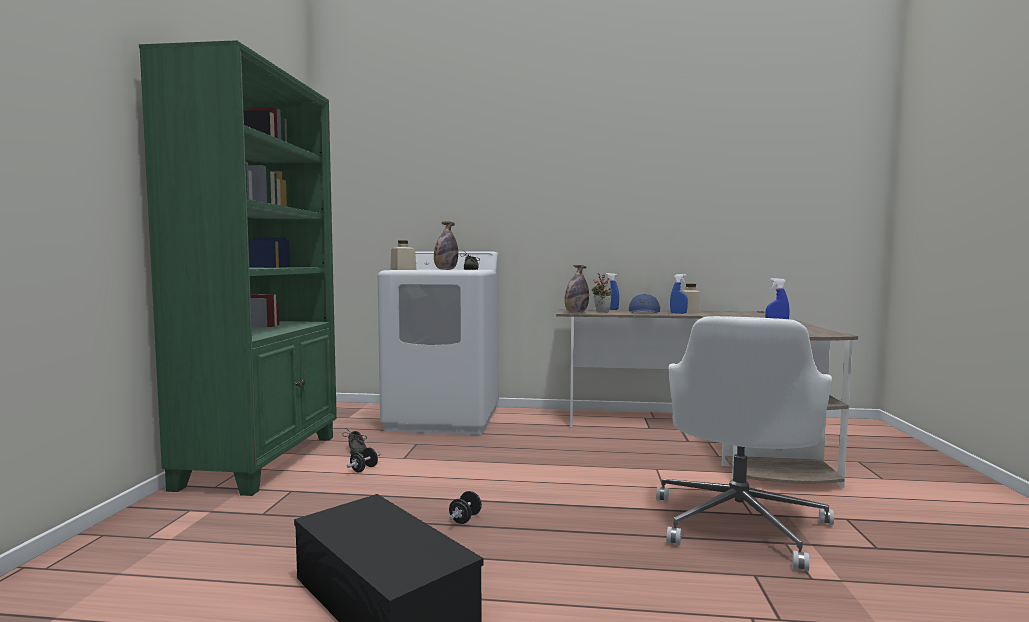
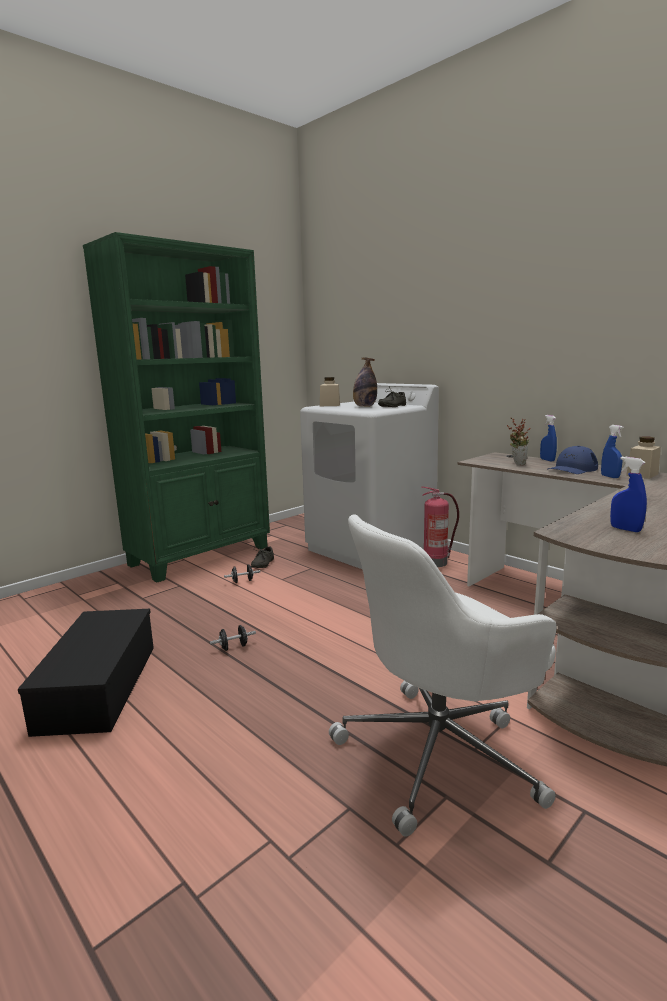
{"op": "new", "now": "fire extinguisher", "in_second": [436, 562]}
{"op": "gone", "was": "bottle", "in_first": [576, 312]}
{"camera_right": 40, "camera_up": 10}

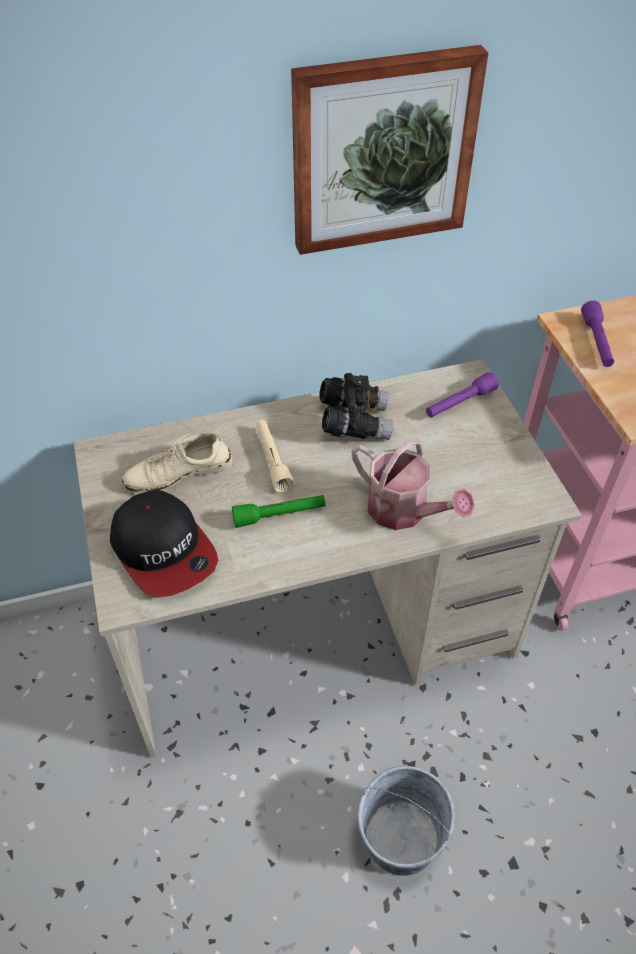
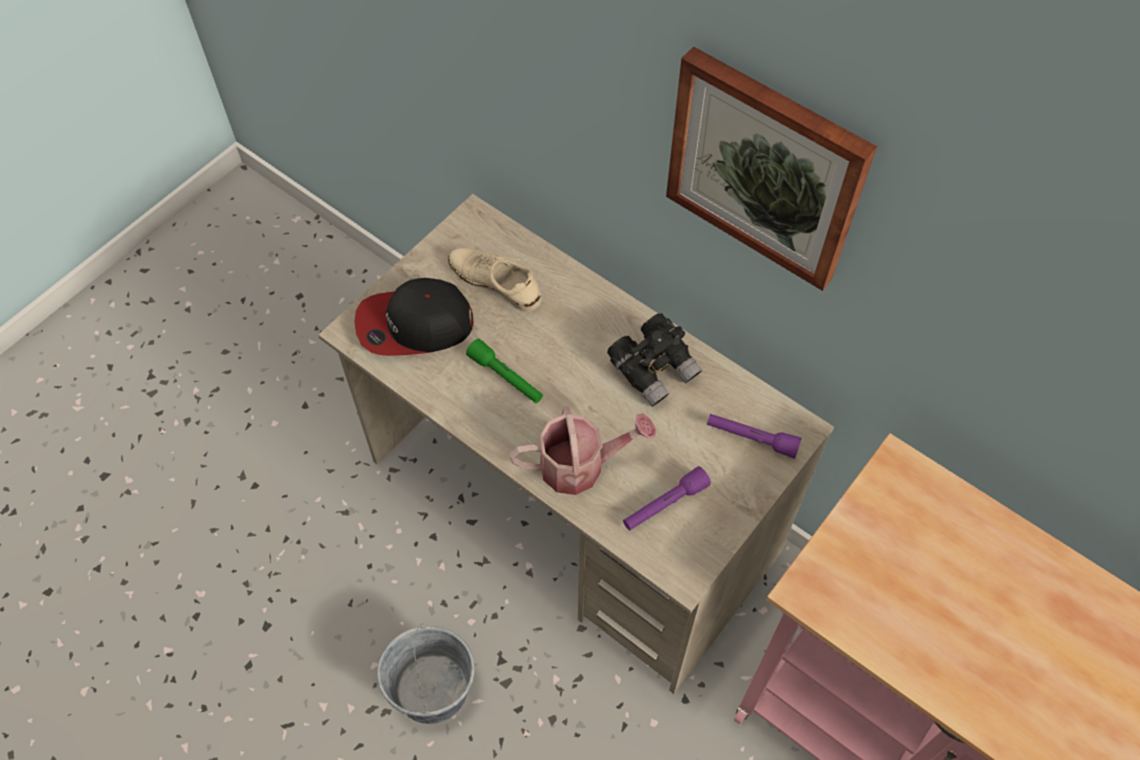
{"op": "rotated", "was": "cap", "in_first": [164, 550], "in_second": [414, 324], "clockwise": 60}
{"op": "rotated", "was": "watering can", "in_first": [404, 511], "in_second": [581, 465], "clockwise": -105}
{"op": "shifted", "was": "flashlight (purple)", "in_first": [596, 342], "in_second": [664, 505]}
{"op": "gone", "was": "flashlight (beige)", "in_first": [272, 460]}
{"camera_right": 55, "camera_up": 10}

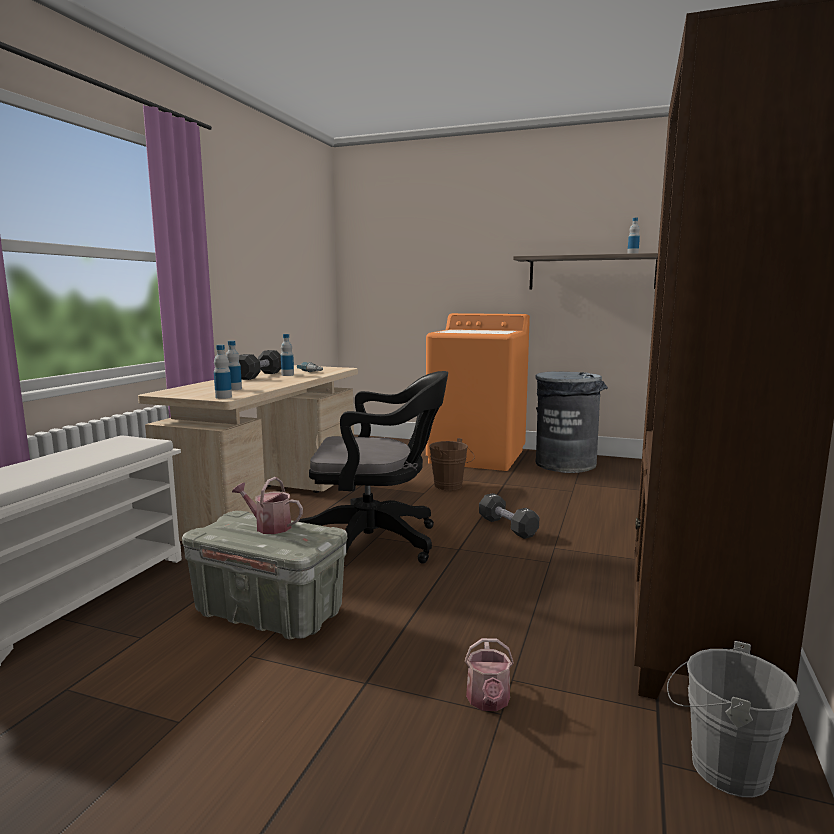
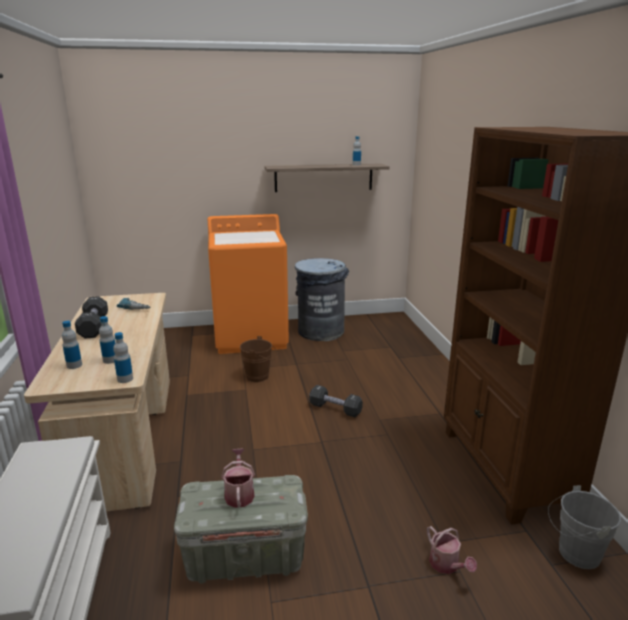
{"op": "shifted", "was": "bottle", "in_first": [287, 375], "in_second": [74, 365]}
{"op": "rotated", "was": "watering can", "in_first": [269, 526], "in_second": [239, 493], "clockwise": 90}
{"op": "gone", "was": "office chair (black)", "in_first": [377, 542]}
{"camera_right": -30, "camera_up": 10}

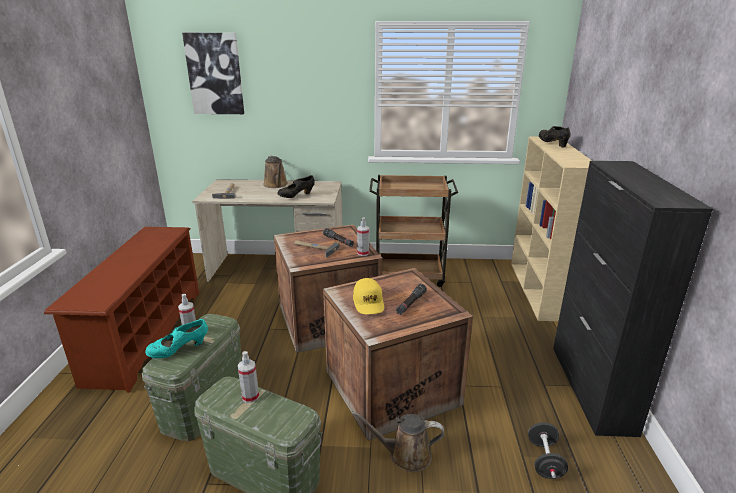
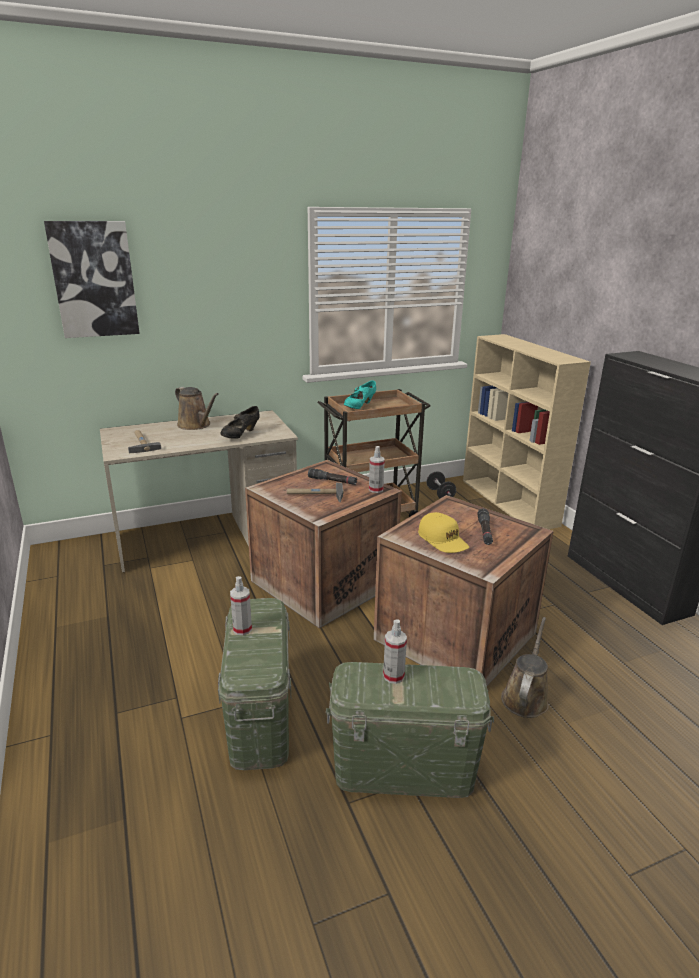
{"op": "shifted", "was": "shoe (turquoise)", "in_first": [179, 350], "in_second": [359, 406]}
{"op": "shifted", "was": "dumbbell (black)", "in_first": [544, 460], "in_second": [440, 494]}
{"op": "rotated", "was": "watering can (brown)", "in_first": [405, 455], "in_second": [525, 697], "clockwise": 135}
{"op": "gone", "was": "shoe rack (brown)", "in_first": [145, 334]}
{"op": "gone", "was": "shoe (black)", "in_first": [553, 144]}
{"camera_right": -25, "camera_up": 0}

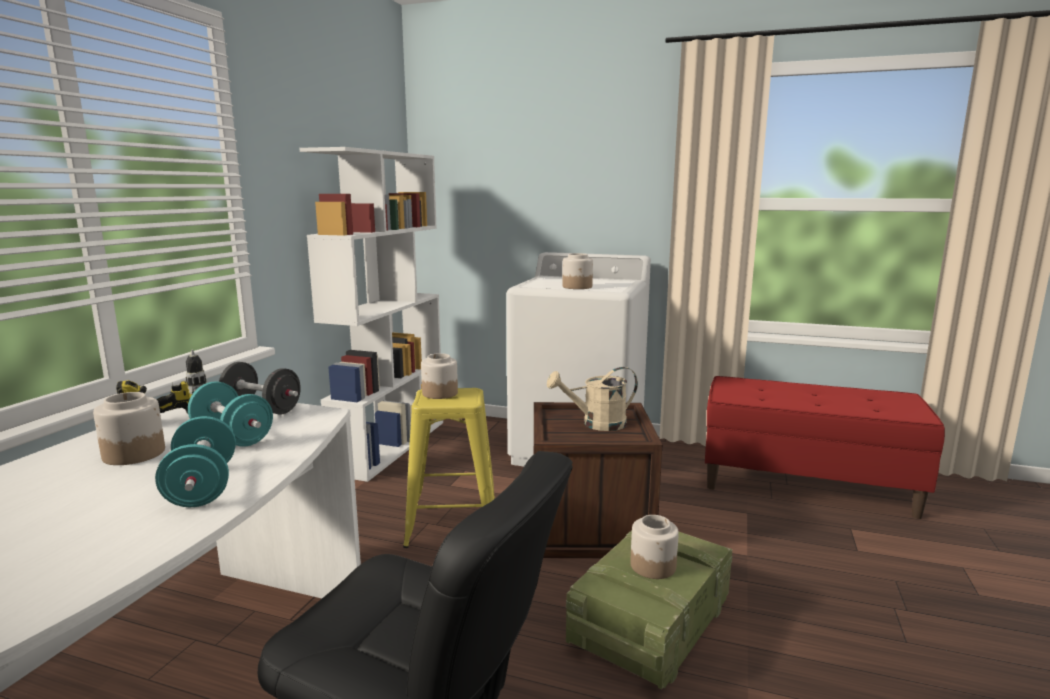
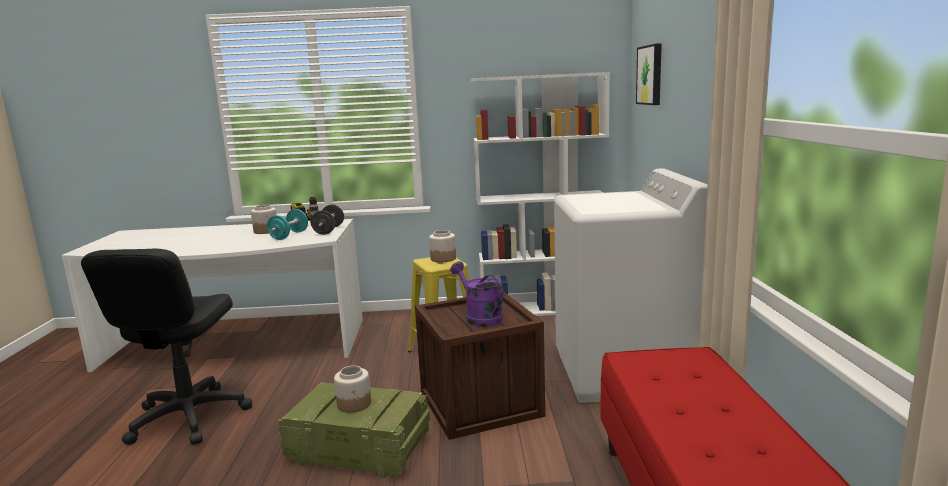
{"op": "repainted", "was": "watering can (beige)", "now": "watering can (purple)", "in_first": [596, 424], "in_second": [479, 317]}
{"op": "new", "now": "picture", "in_second": [651, 75]}
{"op": "gone", "was": "dumbbell (turquoise)", "in_first": [202, 487]}
{"op": "gone", "was": "jar", "in_first": [577, 287]}
{"camera_right": 70, "camera_up": 0}

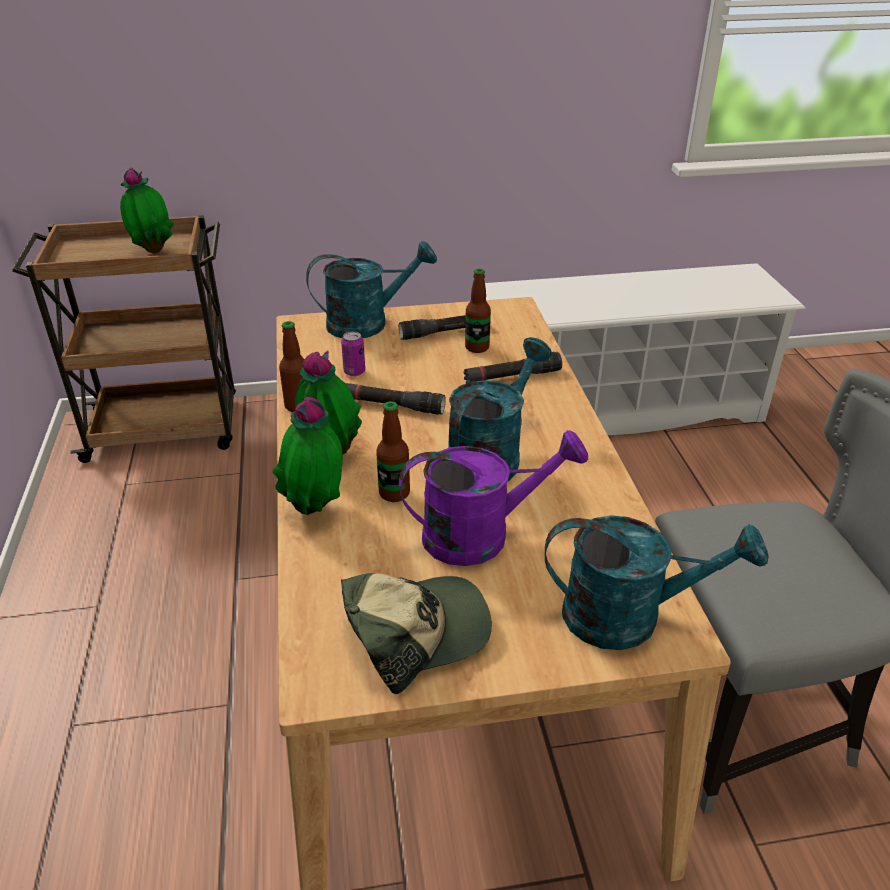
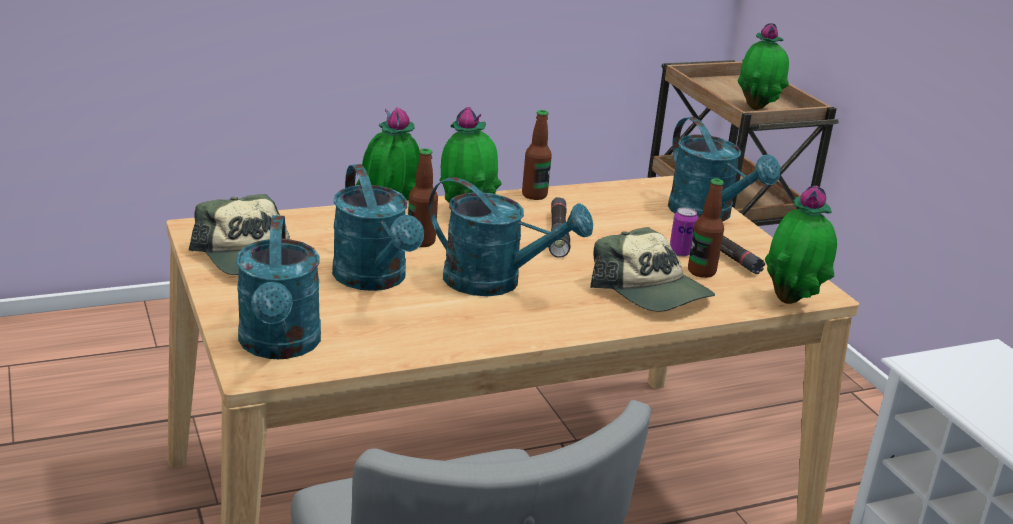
{"op": "repainted", "was": "watering can (purple)", "now": "watering can (turquoise)", "in_first": [481, 534], "in_second": [375, 280]}
{"op": "swapped", "was": "flashlight (black)", "now": "cap", "in_first": [512, 376], "in_second": [652, 292]}
{"op": "shifted", "was": "can", "in_first": [354, 371], "in_second": [680, 252]}
{"op": "new", "now": "potted plant", "in_second": [792, 301]}
{"camera_right": 75, "camera_up": -10}

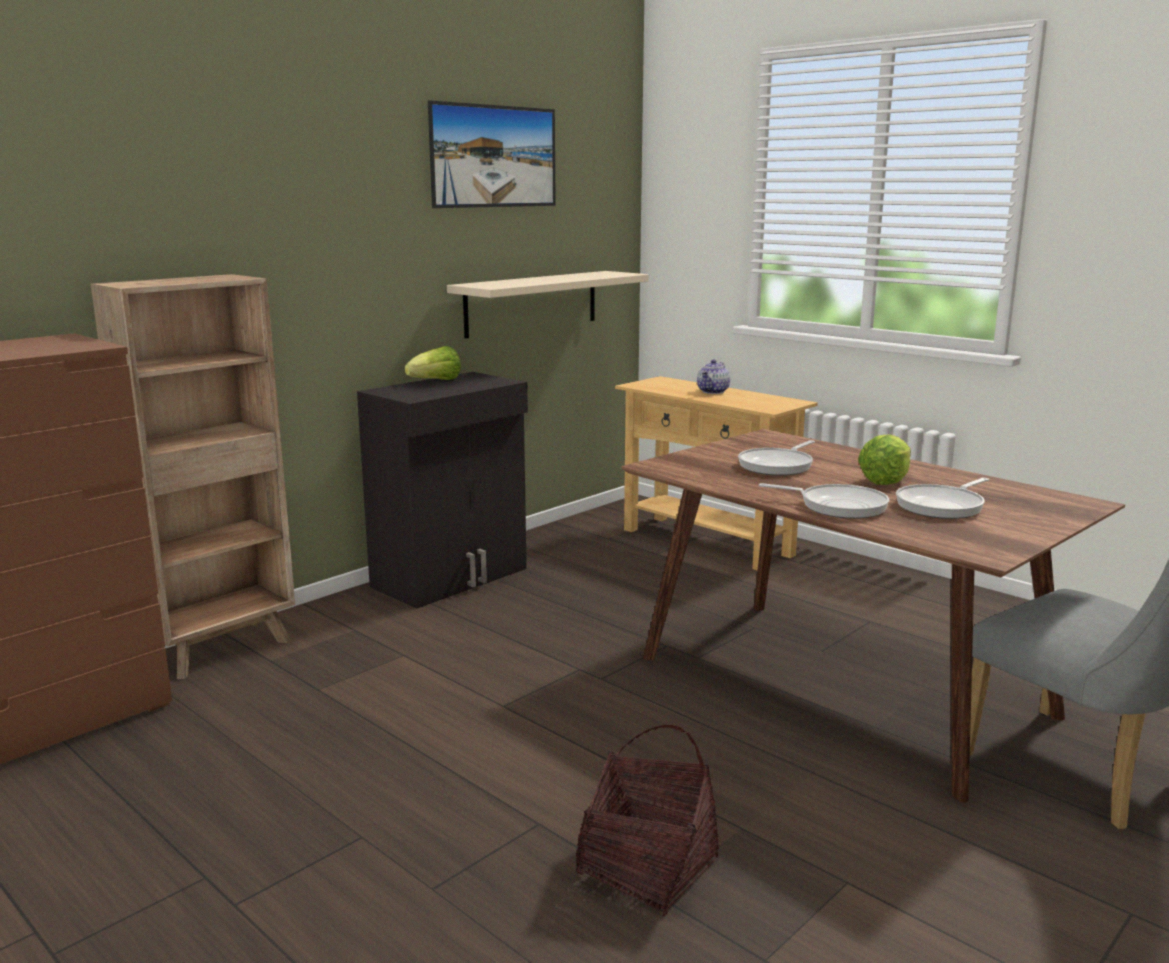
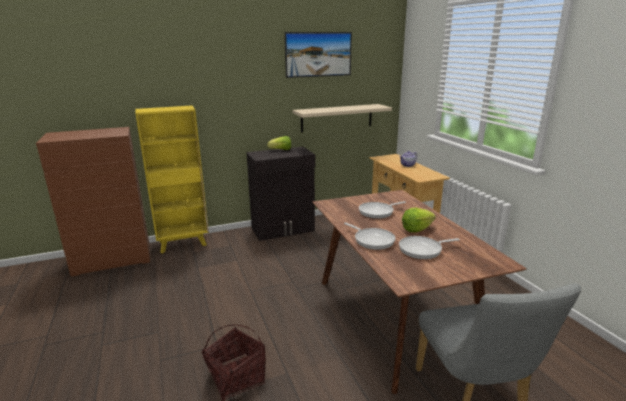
{"op": "repainted", "was": "bookcase (brown)", "now": "bookcase (yellow)", "in_first": [223, 648], "in_second": [184, 243]}
{"camera_right": 25, "camera_up": 5}

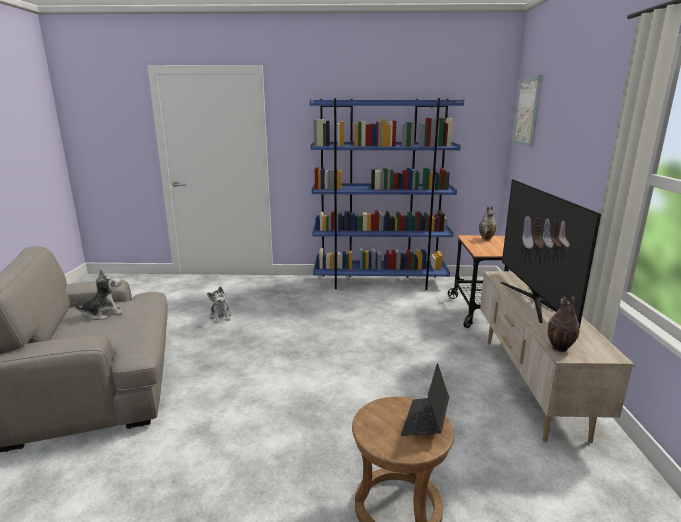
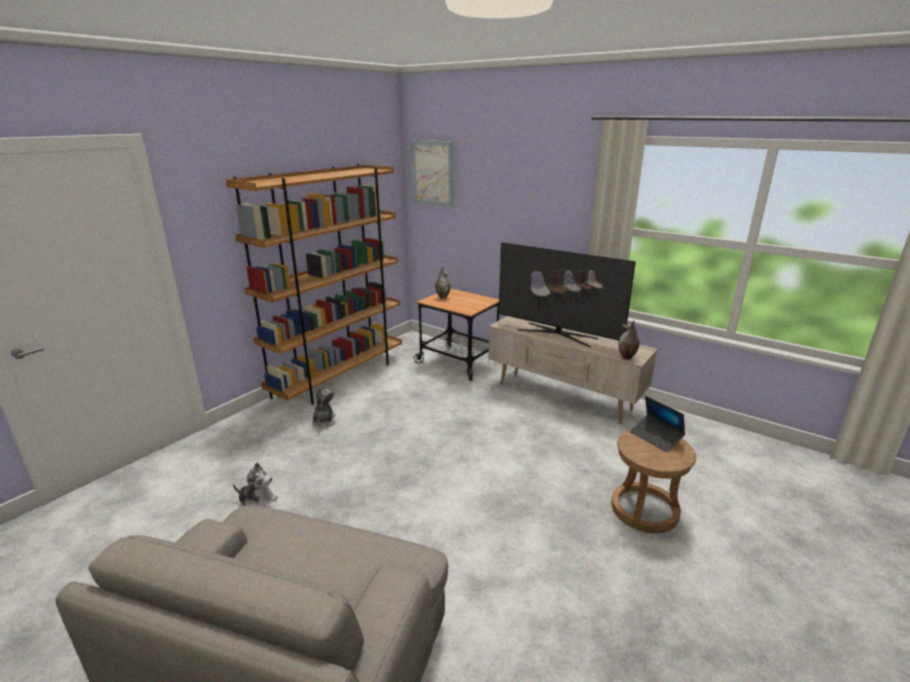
{"op": "repainted", "was": "bookcase (blue)", "now": "bookcase (brown)", "in_first": [380, 282], "in_second": [339, 377]}
{"op": "shifted", "was": "plush toy", "in_first": [103, 314], "in_second": [324, 421]}
{"camera_right": -55, "camera_up": 5}

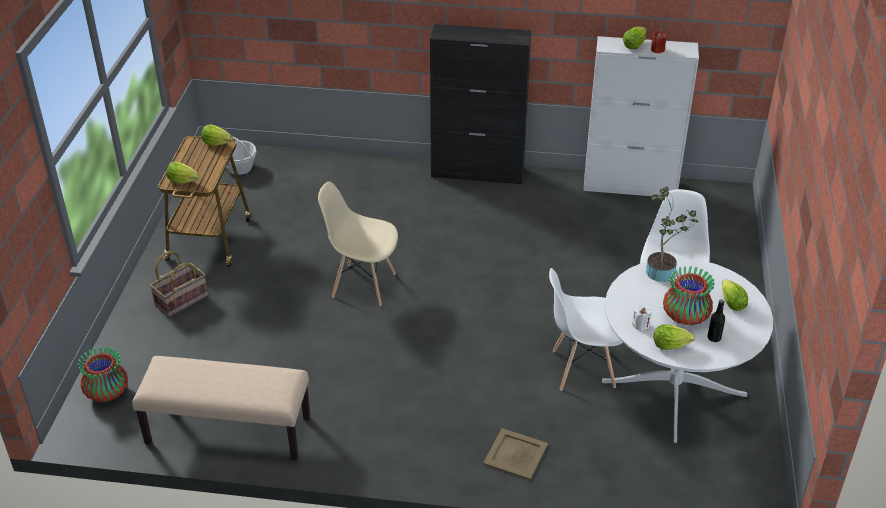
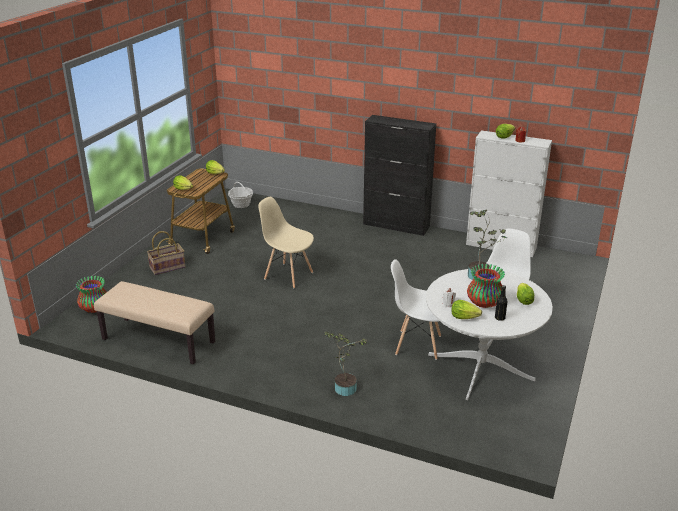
{"op": "swapped", "was": "tray (beige)", "now": "potted plant", "in_first": [515, 454], "in_second": [344, 387]}
{"camera_right": 15, "camera_up": -10}

